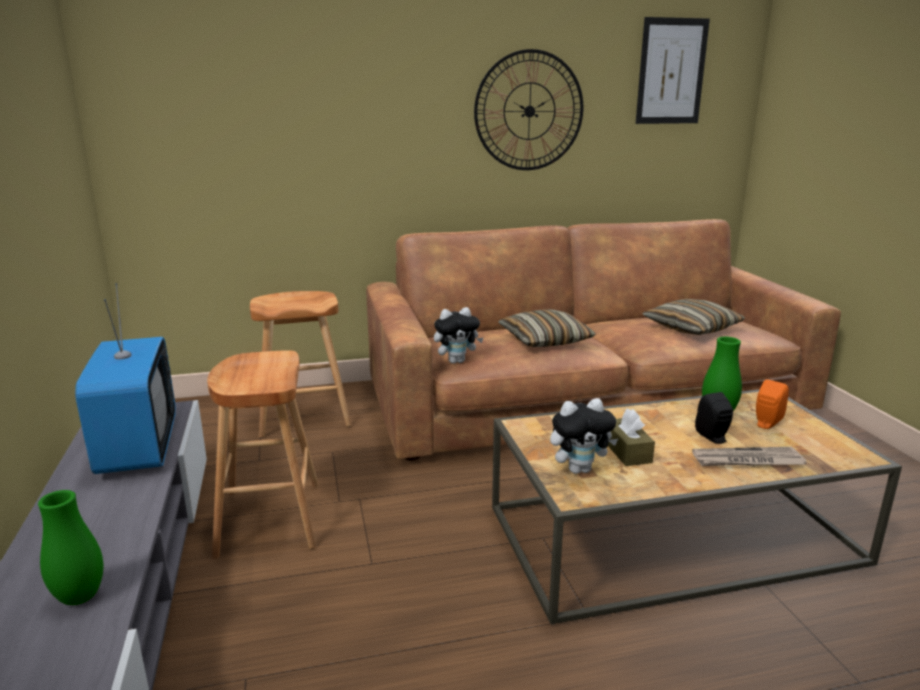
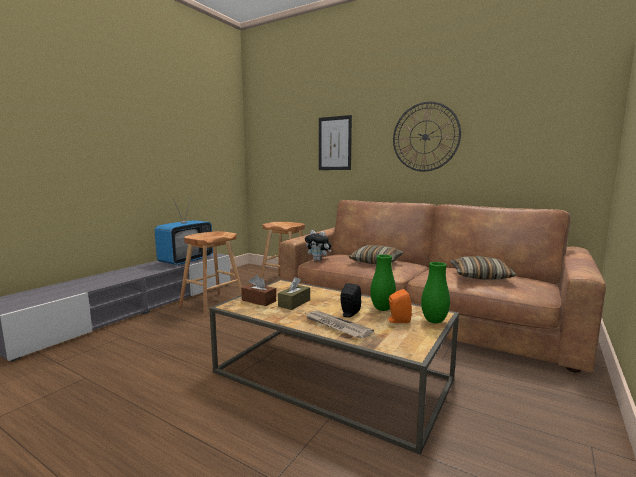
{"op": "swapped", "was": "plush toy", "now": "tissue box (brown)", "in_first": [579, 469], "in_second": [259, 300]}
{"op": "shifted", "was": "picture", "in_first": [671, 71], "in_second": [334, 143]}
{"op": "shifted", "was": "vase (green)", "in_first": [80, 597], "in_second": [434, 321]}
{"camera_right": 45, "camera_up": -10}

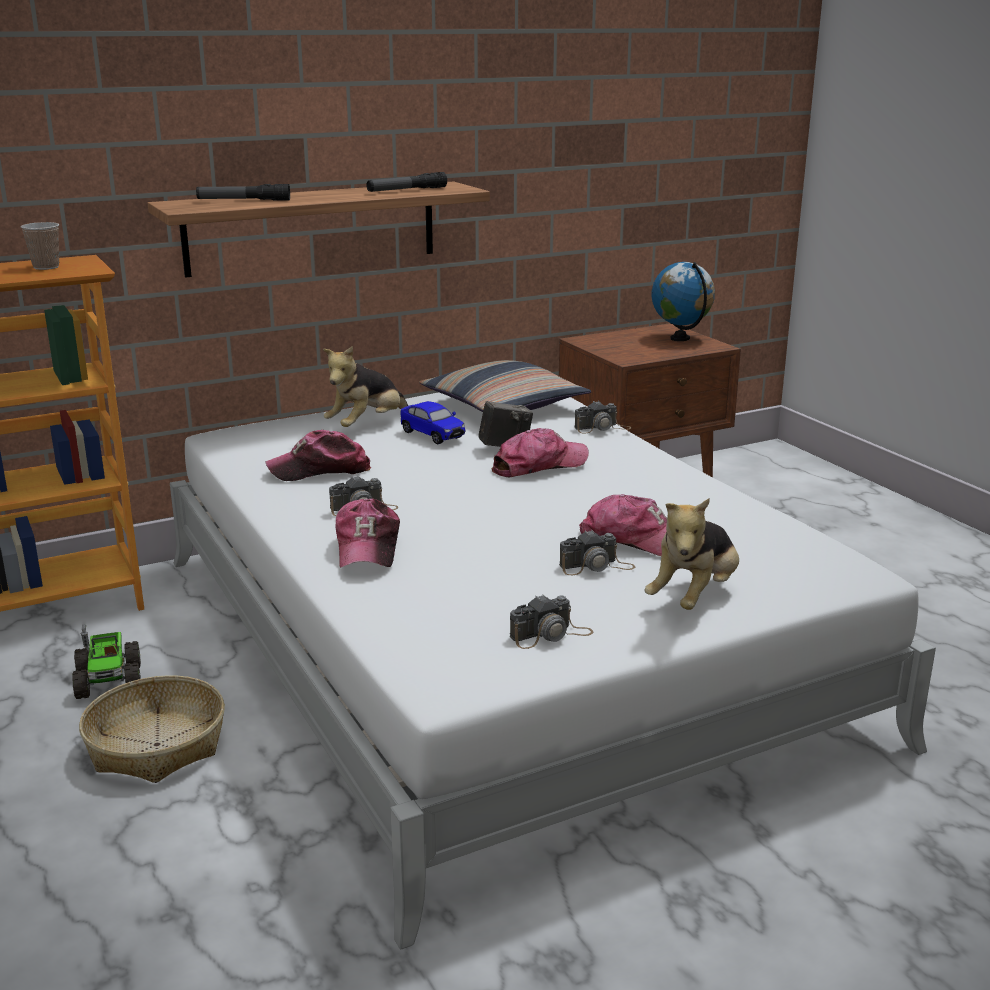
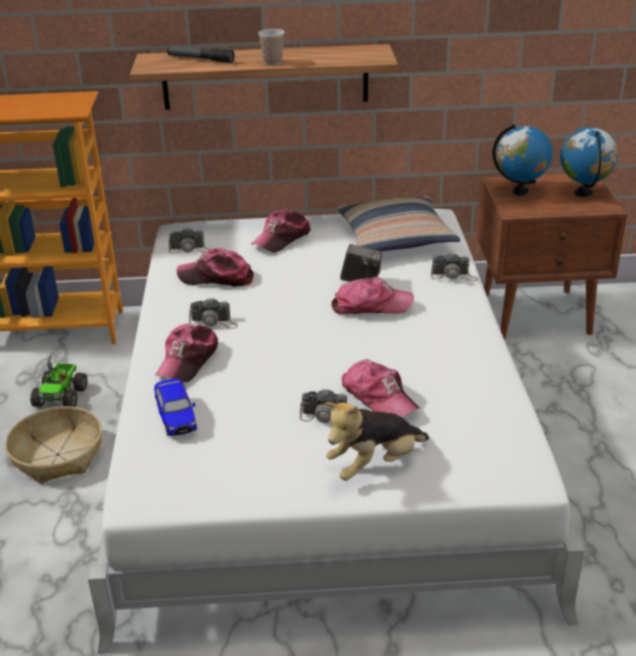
{"op": "shifted", "was": "toy car", "in_first": [432, 435], "in_second": [176, 418]}
{"op": "shifted", "was": "photo camera", "in_first": [551, 635], "in_second": [190, 249]}
{"op": "swapped", "was": "plush toy", "now": "cap", "in_first": [367, 425], "in_second": [282, 239]}
{"op": "shifted", "was": "cup", "in_first": [46, 267], "in_second": [272, 62]}
{"op": "new", "now": "globe", "in_second": [520, 191]}
{"op": "gone", "was": "flashlight", "in_first": [407, 190]}
{"camera_right": 25, "camera_up": 10}

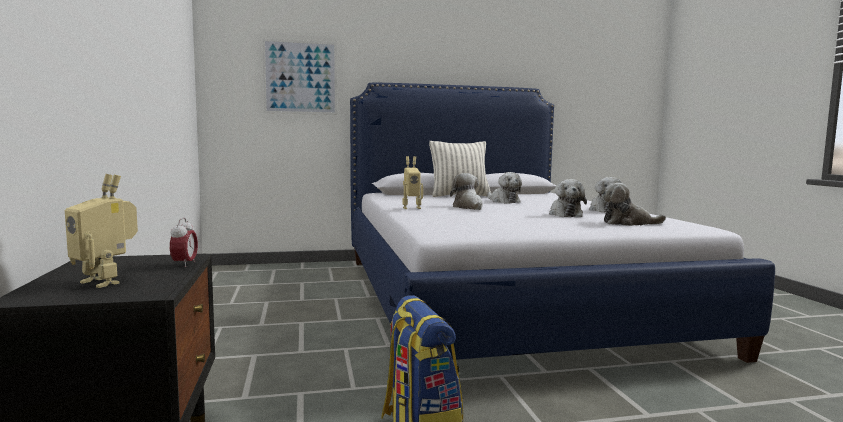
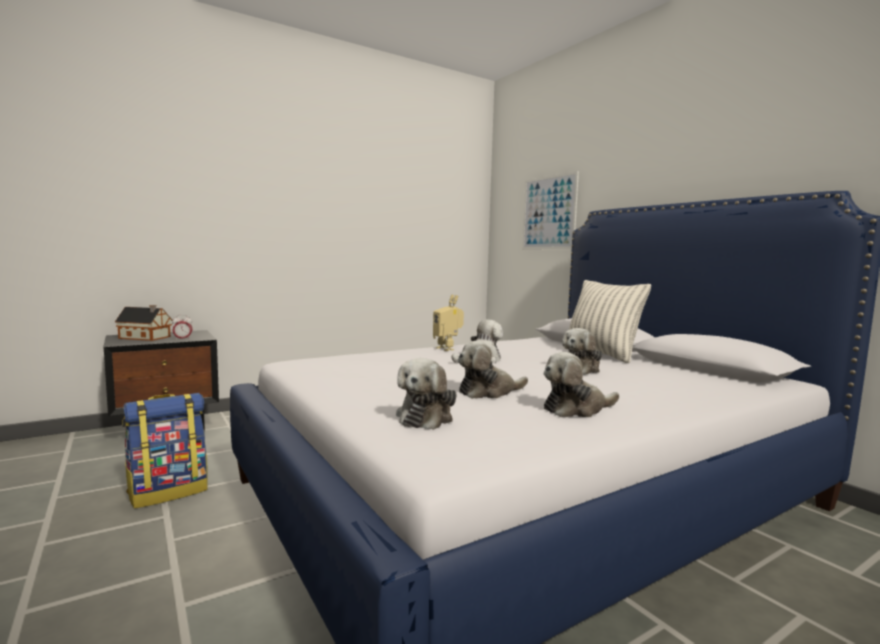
{"op": "swapped", "was": "toy robot", "now": "toy house", "in_first": [106, 281], "in_second": [146, 337]}
{"op": "rotated", "was": "plush toy", "in_first": [628, 223], "in_second": [426, 417], "clockwise": -150}
{"camera_right": 70, "camera_up": 0}

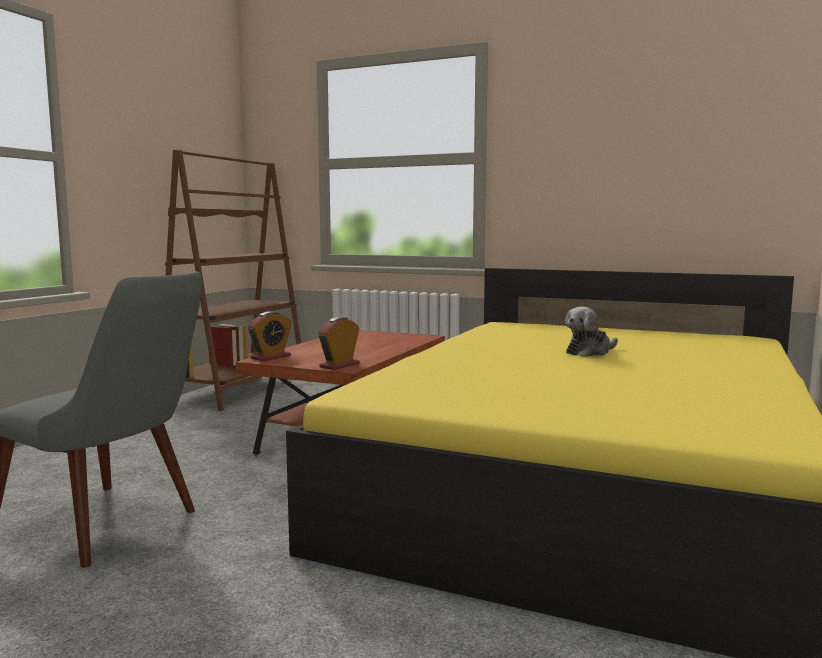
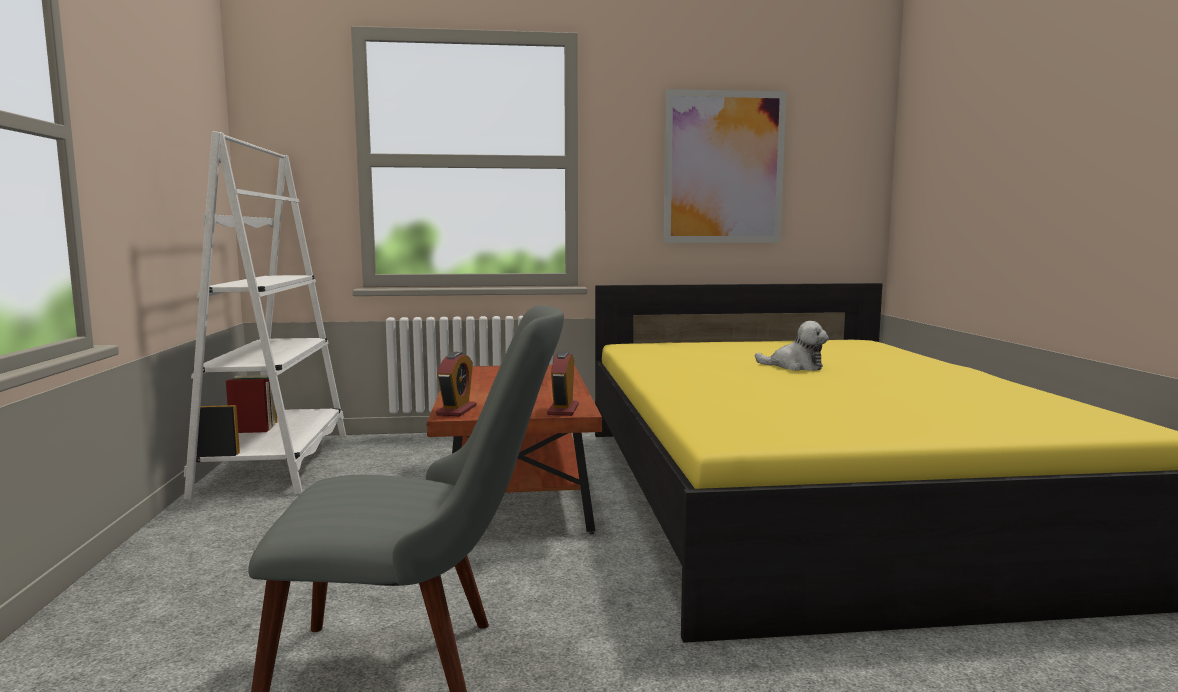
{"op": "repainted", "was": "bookcase (brown)", "now": "bookcase (white)", "in_first": [238, 390], "in_second": [276, 464]}
{"op": "new", "now": "picture", "in_second": [723, 167]}
{"op": "rotated", "was": "plush toy", "in_first": [589, 352], "in_second": [795, 366], "clockwise": -90}
{"camera_right": -30, "camera_up": 0}

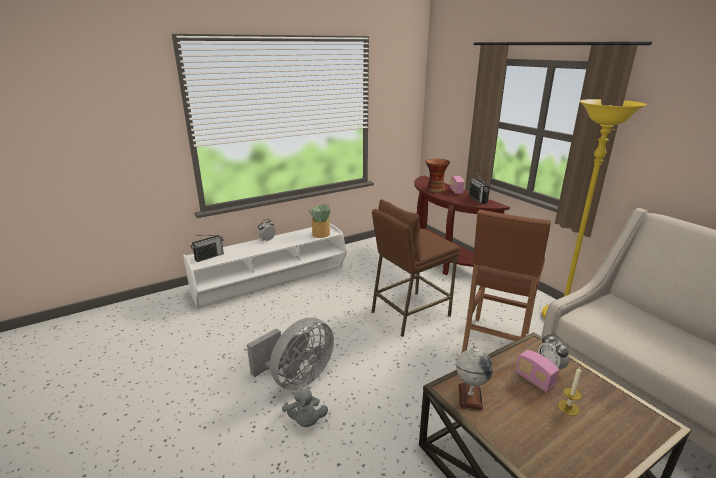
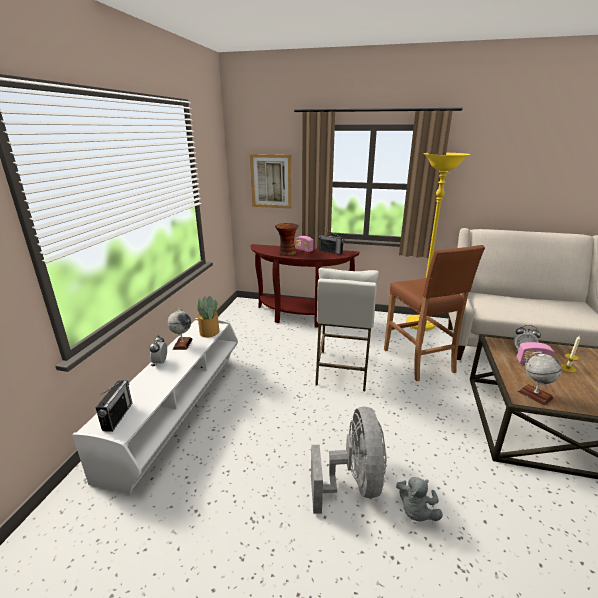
{"op": "new", "now": "globe", "in_second": [182, 344]}
{"op": "new", "now": "picture", "in_second": [271, 181]}
{"op": "repainted", "was": "stool (brown)", "now": "stool (white)", "in_first": [410, 314], "in_second": [342, 370]}
{"op": "rotated", "was": "plush toy (grey)", "in_first": [305, 421], "in_second": [415, 511], "clockwise": 90}
{"camera_right": -45, "camera_up": 0}

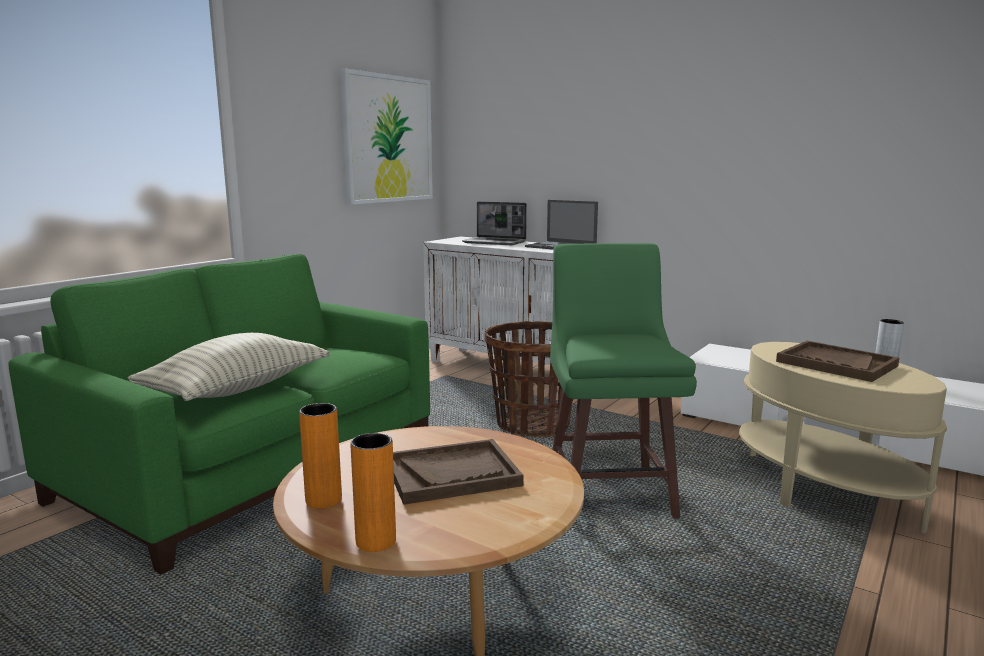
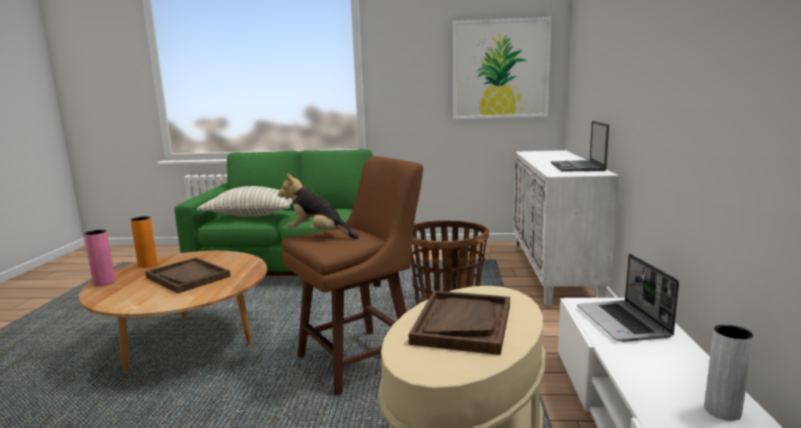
{"op": "repainted", "was": "vase (orange)", "now": "vase (pink)", "in_first": [376, 541], "in_second": [104, 282]}
{"op": "new", "now": "plush toy", "in_second": [318, 235]}
{"op": "repainted", "was": "stool (green)", "now": "stool (brown)", "in_first": [610, 491], "in_second": [360, 360]}
{"op": "shifted", "was": "laptop", "in_first": [495, 242], "in_second": [623, 323]}
{"camera_right": 60, "camera_up": 0}

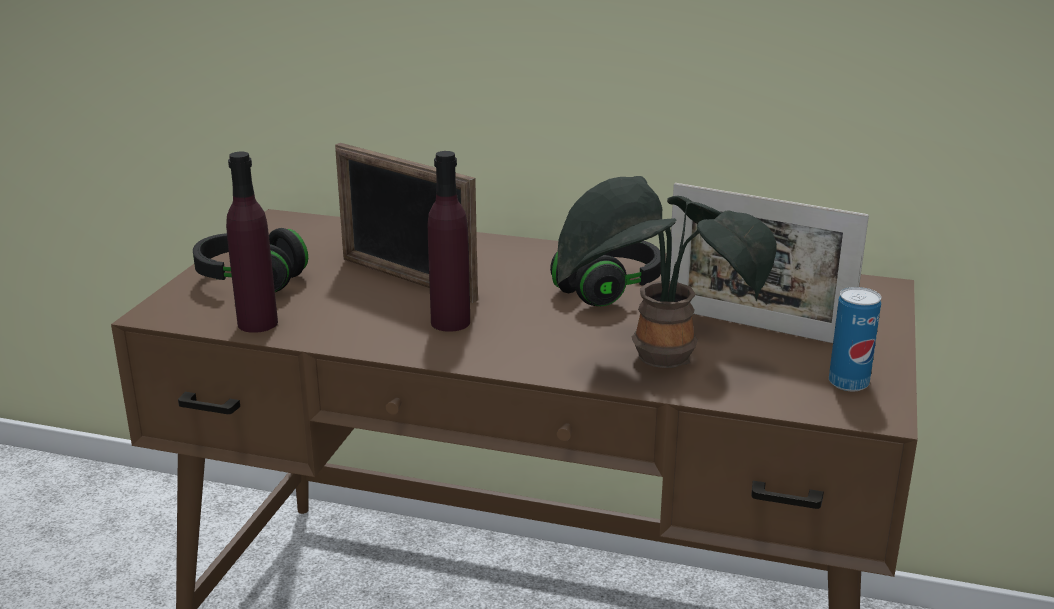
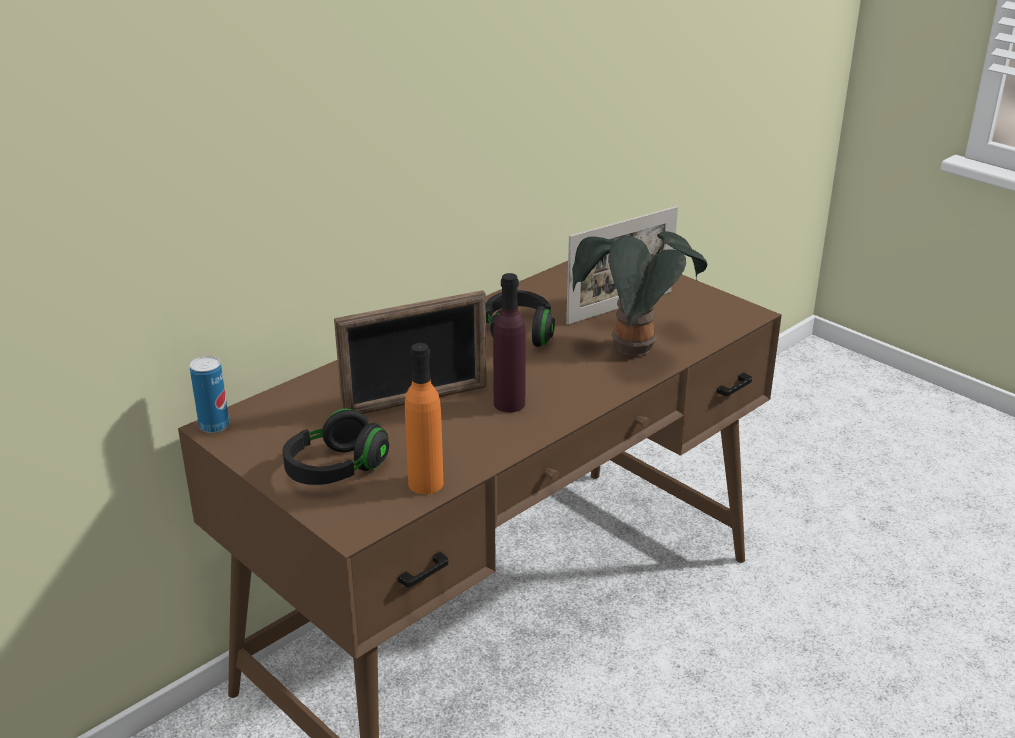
{"op": "shifted", "was": "can", "in_first": [848, 383], "in_second": [214, 426]}
{"op": "repainted", "was": "bottle (purple)", "now": "bottle (orange)", "in_first": [257, 323], "in_second": [426, 483]}
{"camera_right": -60, "camera_up": 5}

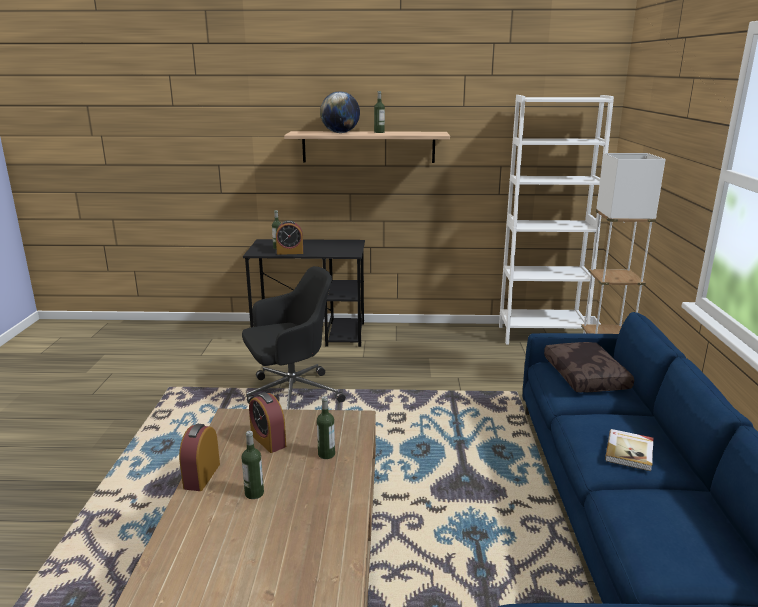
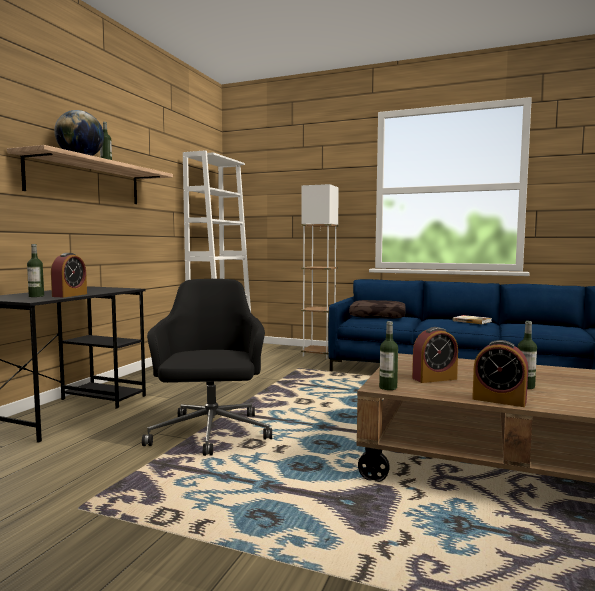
{"op": "shifted", "was": "bottle", "in_first": [326, 454], "in_second": [388, 387]}
{"camera_right": -70, "camera_up": -15}

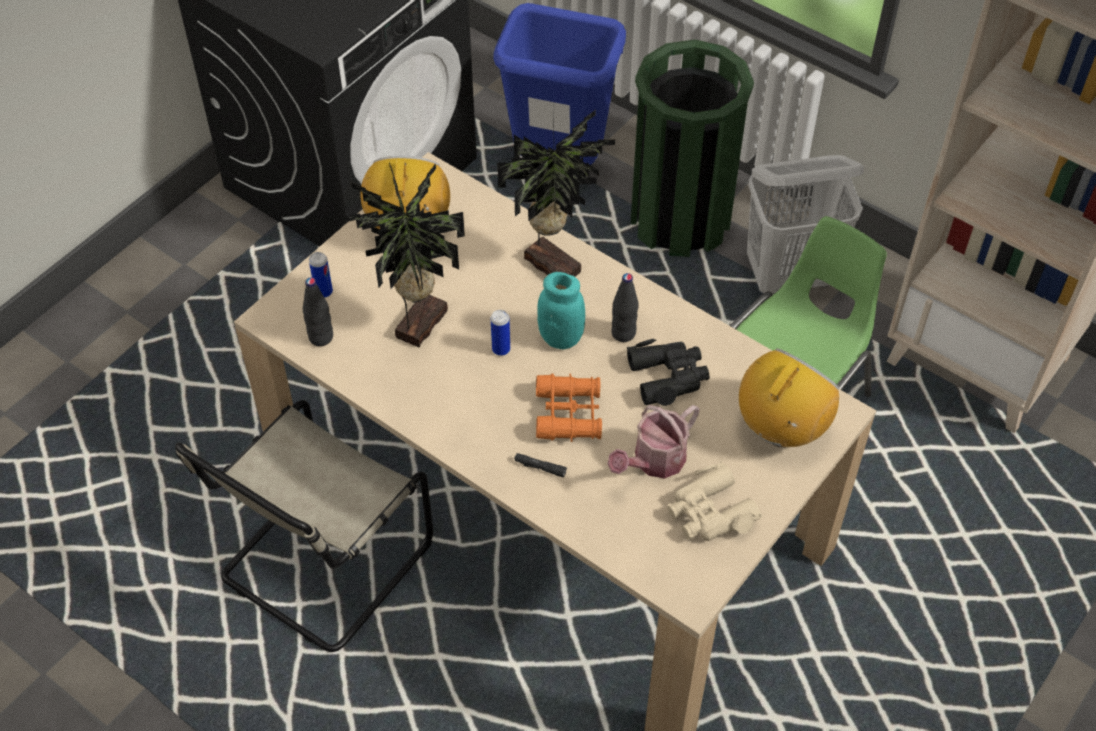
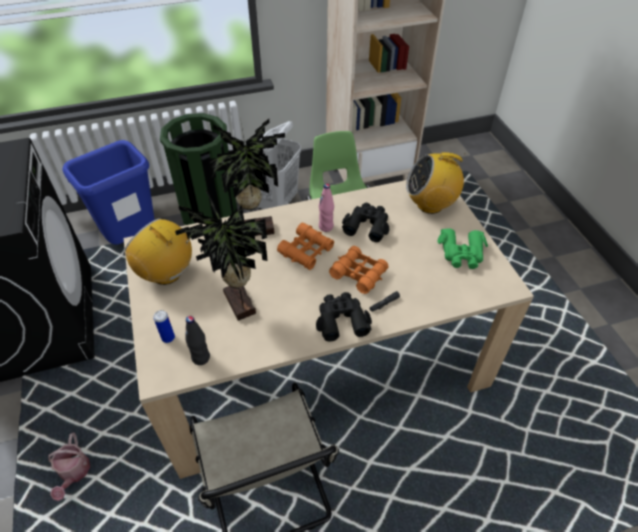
{"op": "shifted", "was": "watering can", "in_first": [654, 461], "in_second": [74, 474]}
{"op": "swapped", "was": "jar (turquoise)", "now": "binoculars (orange)", "in_first": [561, 338], "in_second": [306, 251]}
{"op": "new", "now": "binoculars (black)", "in_second": [341, 320]}
{"op": "repainted", "was": "bottle (black)", "now": "bottle (pink)", "in_first": [623, 333], "in_second": [326, 227]}
{"op": "rotated", "was": "radio", "in_first": [781, 428], "in_second": [430, 204], "clockwise": -75}
{"op": "repainted", "was": "binoculars (beige)", "now": "binoculars (green)", "in_first": [710, 512], "in_second": [462, 253]}
{"op": "gone", "was": "can", "in_first": [501, 349]}
{"camera_right": -55, "camera_up": -5}

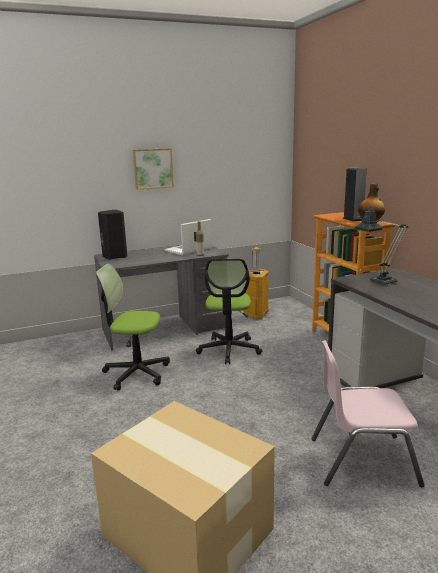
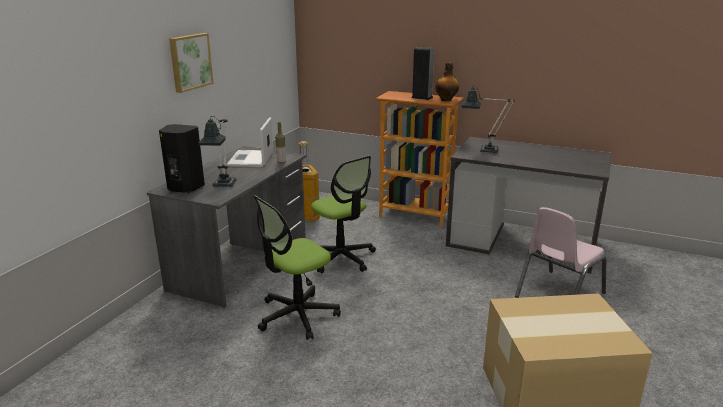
{"op": "new", "now": "table lamp", "in_second": [223, 186]}
{"camera_right": -45, "camera_up": 5}

